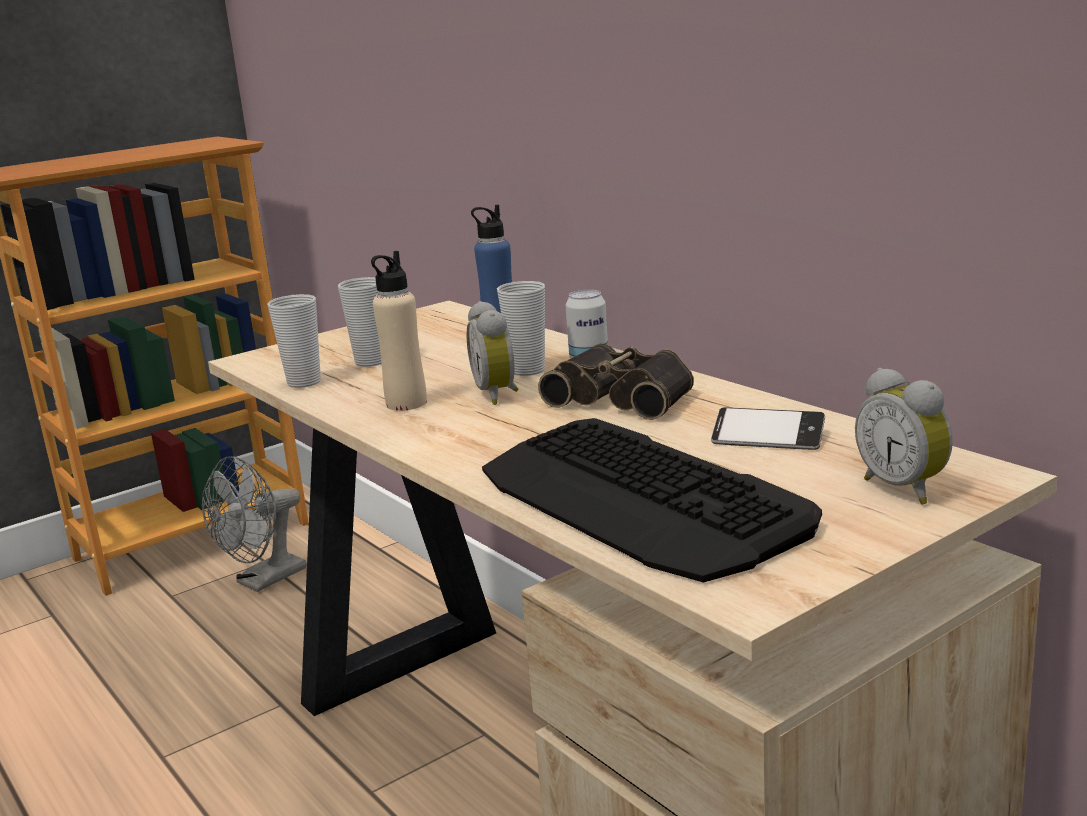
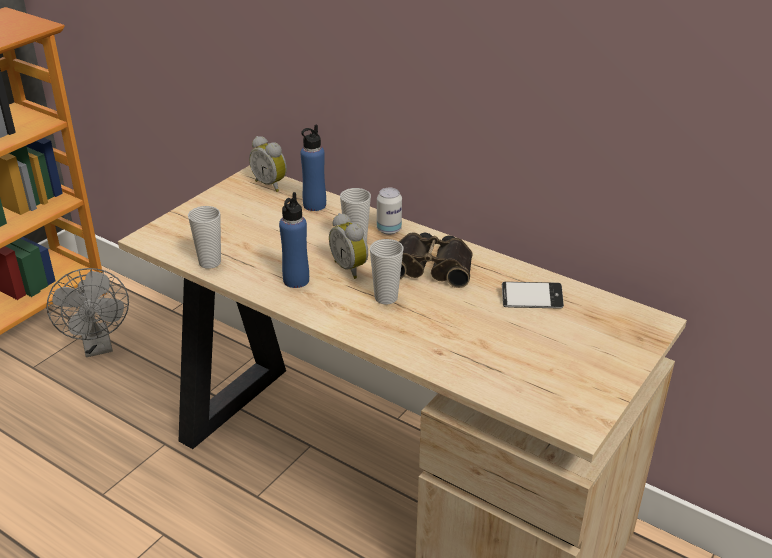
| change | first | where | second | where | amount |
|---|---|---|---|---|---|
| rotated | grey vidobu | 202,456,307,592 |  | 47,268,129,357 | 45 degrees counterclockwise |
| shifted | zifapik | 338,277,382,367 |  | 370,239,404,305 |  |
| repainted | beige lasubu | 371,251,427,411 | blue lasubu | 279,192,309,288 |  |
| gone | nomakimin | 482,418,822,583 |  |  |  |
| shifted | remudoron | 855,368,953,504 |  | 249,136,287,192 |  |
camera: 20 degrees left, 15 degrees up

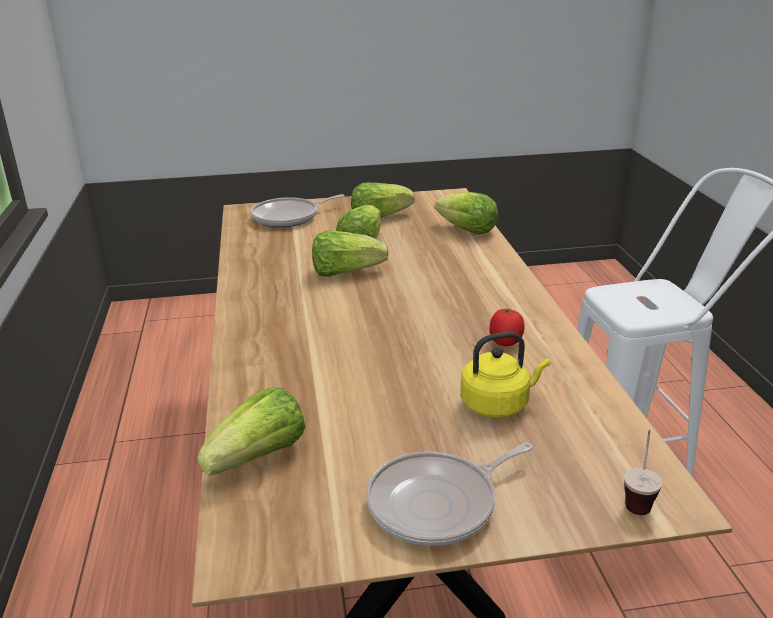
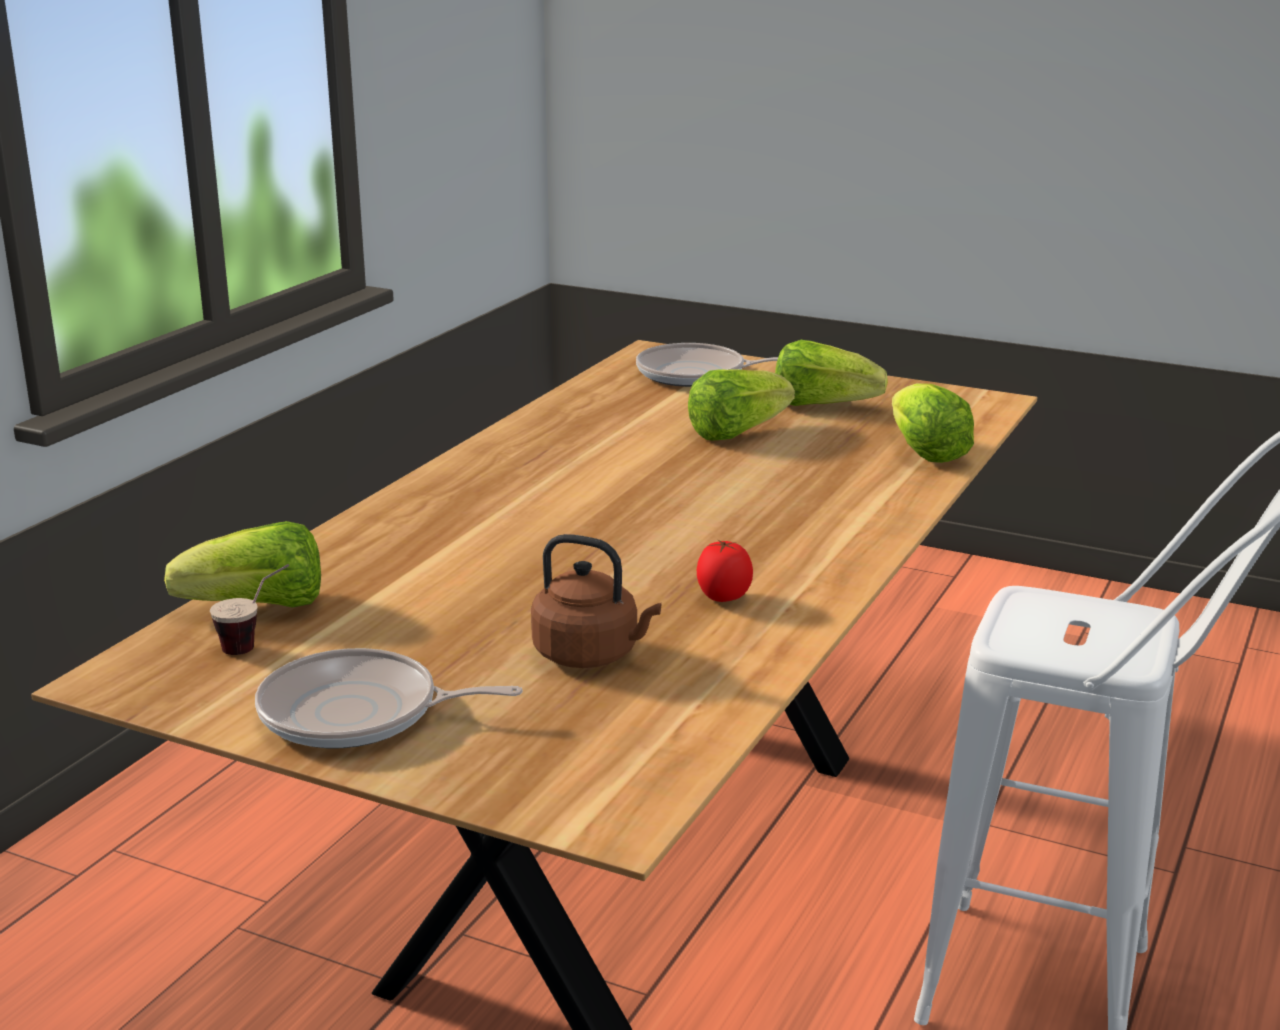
| change | first | where | second | where | amount |
|---|---|---|---|---|---|
| gone | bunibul | 312,230,389,277 |  |  |  |
| repainted | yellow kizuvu | 460,332,550,418 | brown kizuvu | 531,534,661,668 |  |
| shifted | zifapik | 624,430,663,515 |  | 210,564,289,655 |  |
camera: 35 degrees right, 5 degrees down

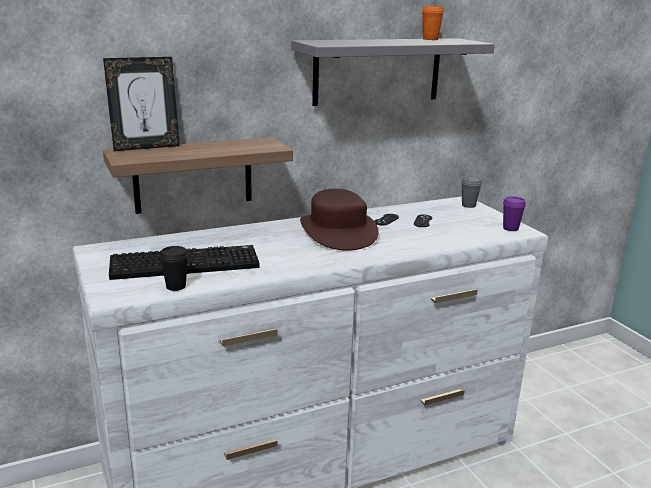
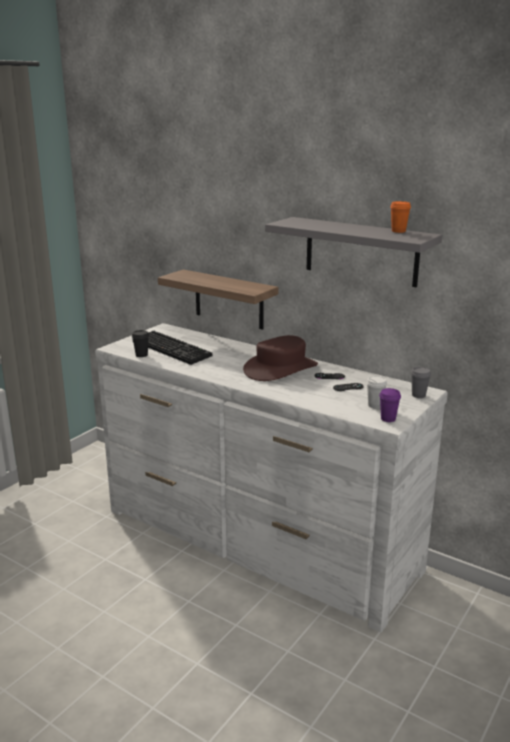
| change | first | where | second | where | amount |
|---|---|---|---|---|---|
| gone | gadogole | 103,57,180,151 |  |  |  |
| new |  |  | white zifapik | 366,376,387,408 |  |
camera: 60 degrees right, 0 degrees up

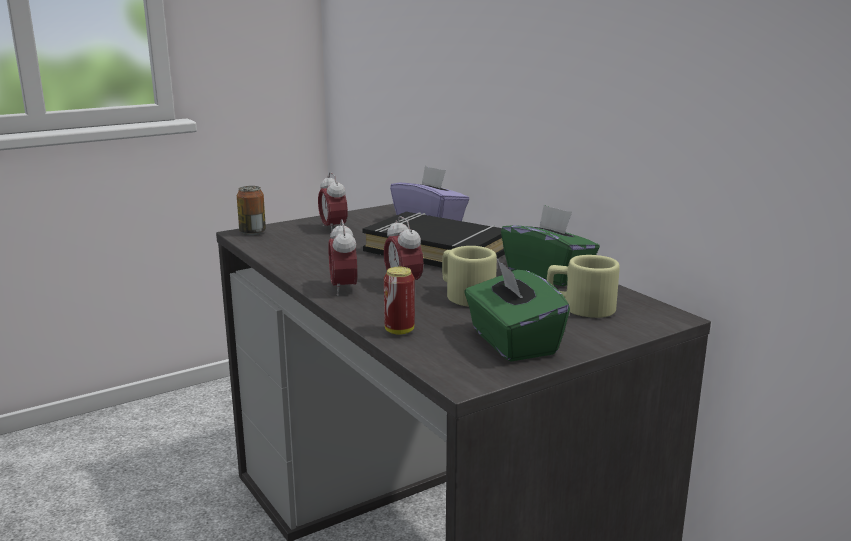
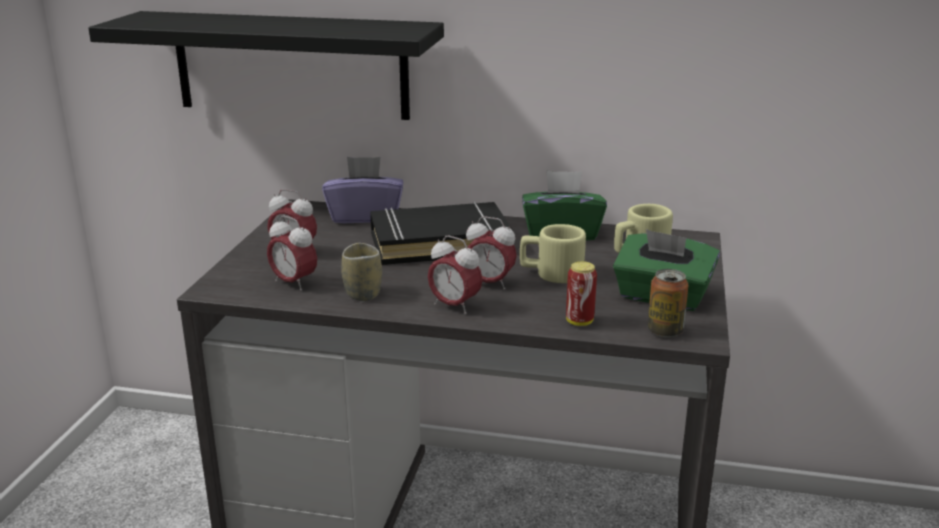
| change | first | where | second | where | amount |
|---|---|---|---|---|---|
| shifted | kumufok | 237,186,266,235 |  | 648,269,688,338 |  |
| new |  |  | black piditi | 88,11,444,120 |  |
| new |  |  | remudoron | 267,216,317,291 |  |
| new |  |  | zifapik | 341,243,382,301 |  |
camera: 45 degrees left, 5 degrees up

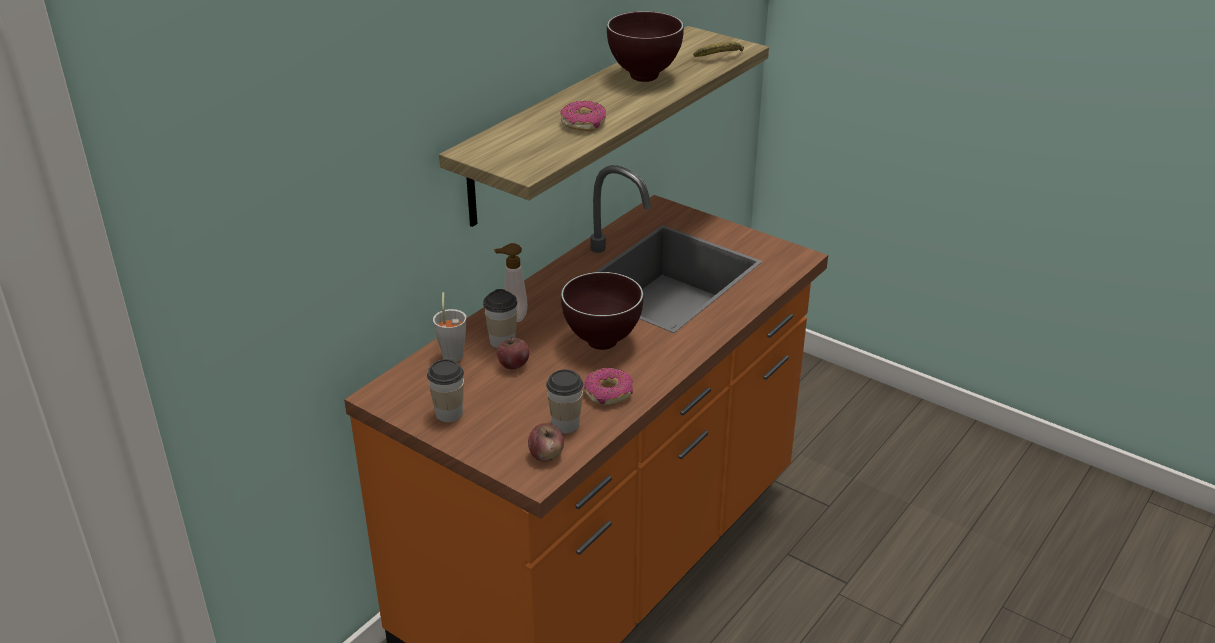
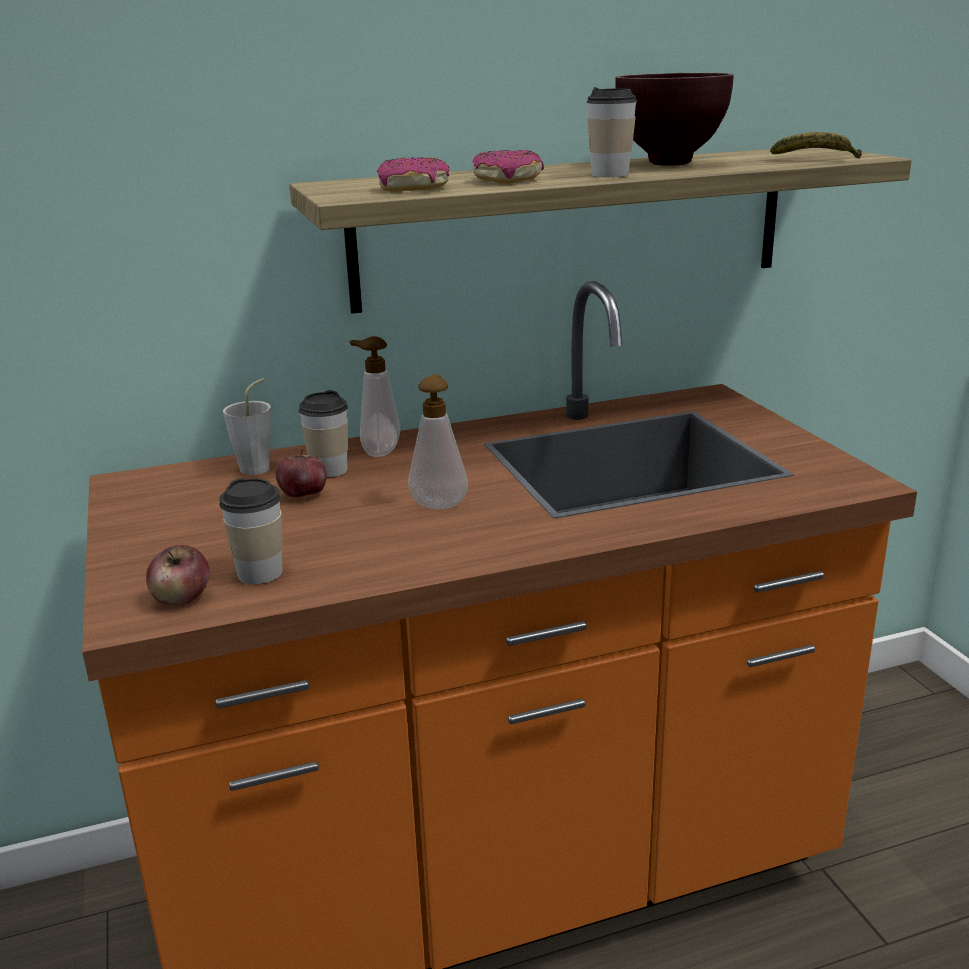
| change | first | where | second | where | amount |
|---|---|---|---|---|---|
| shifted | zifapik | 427,359,464,422 |  | 586,87,637,178 |  |
| swapped | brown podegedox | 561,272,643,350 | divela | 408,374,468,509 |  |
| shifted | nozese | 584,368,633,406 |  | 377,157,449,192 |  |
camera: 35 degrees right, 10 degrees down

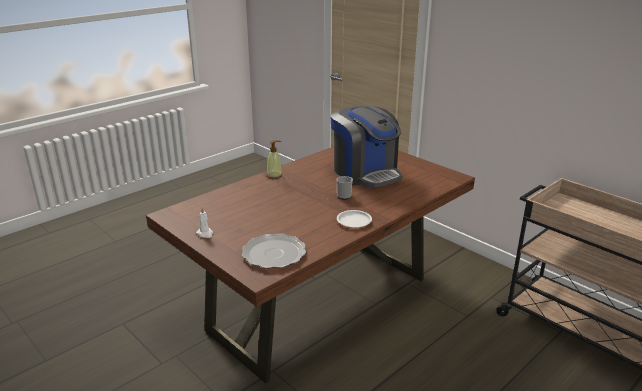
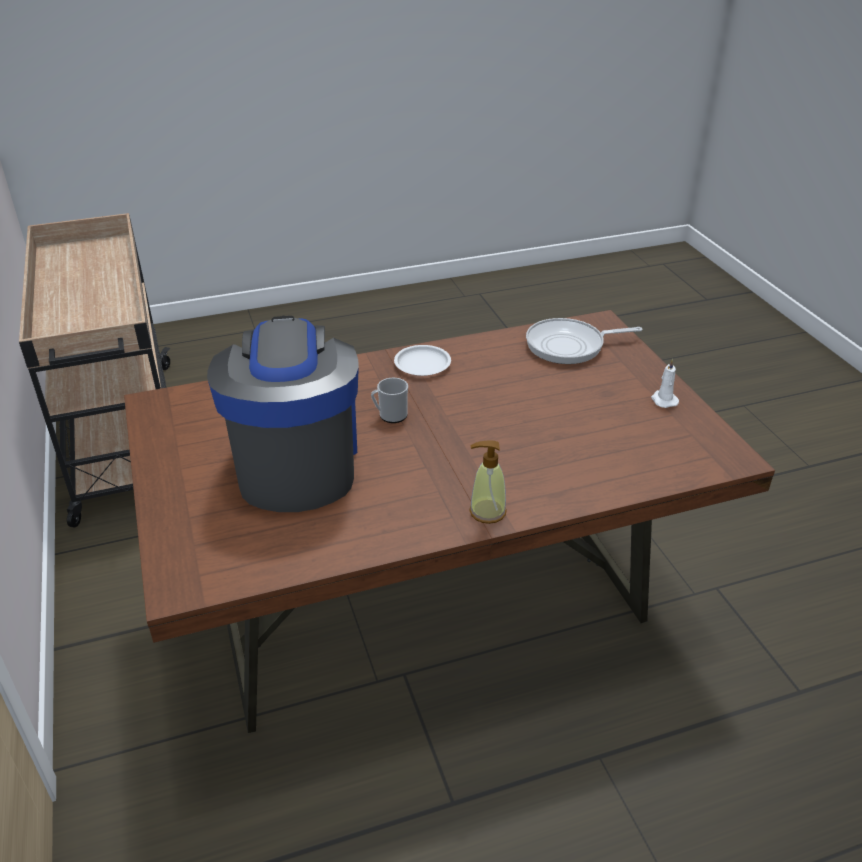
| change | first | where | second | where | amount |
|---|---|---|---|---|---|
| swapped | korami | 242,233,306,268 | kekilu | 526,318,642,364 |  |
camera: 155 degrees left, 10 degrees up

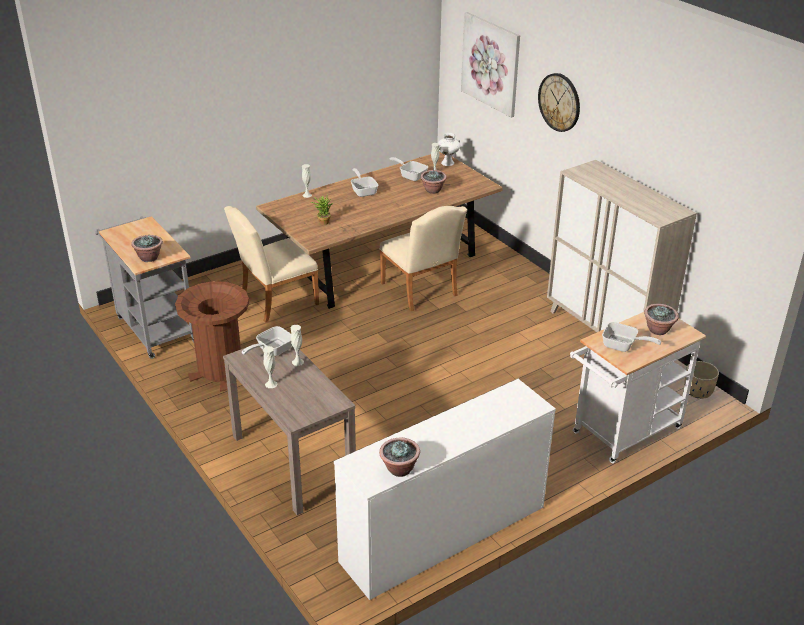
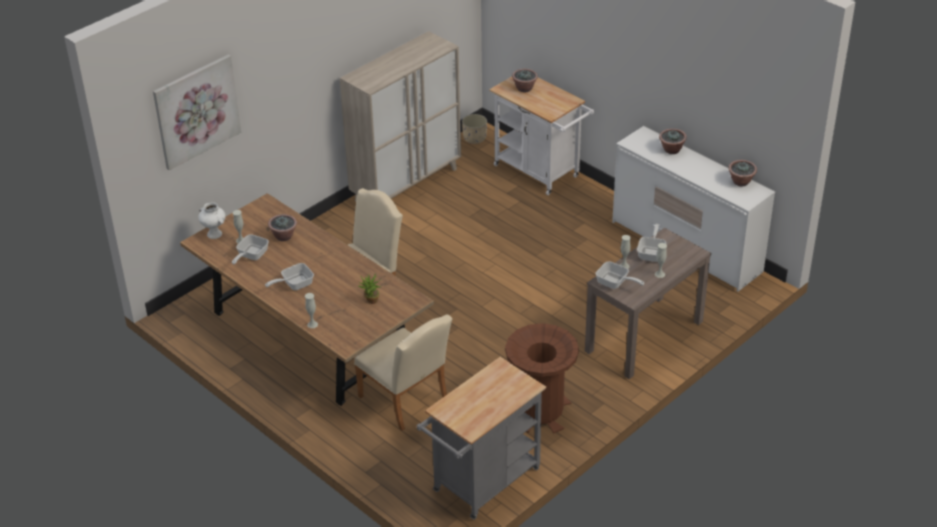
| change | first | where | second | where | amount |
|---|---|---|---|---|---|
| shifted | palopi | 131,235,163,262 |  | 659,129,687,154 |  |
| gone | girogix | 538,73,580,132 |  |  |  |
| shifted | kekilu | 602,322,661,352 |  | 637,224,666,262 |  |
camera: 100 degrees left, 5 degrees up

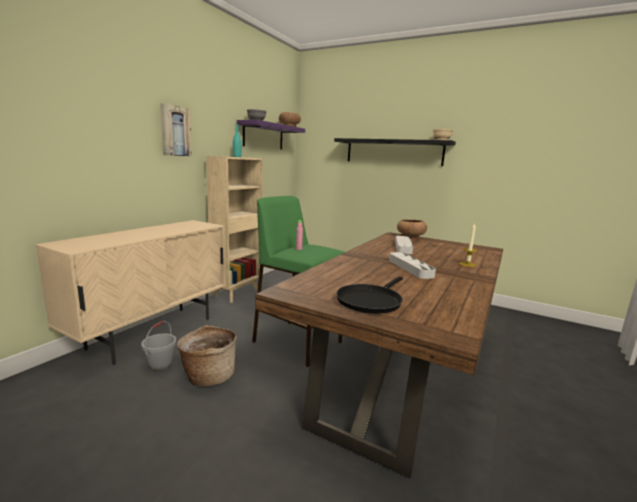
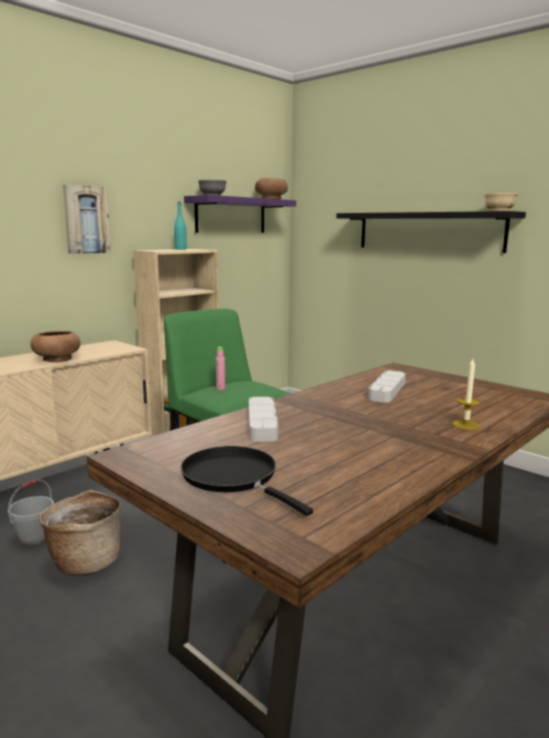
| change | first | where | second | where | amount |
|---|---|---|---|---|---|
| rotated | black kekilu | 336,276,403,314 |  | 181,446,313,516 | 90 degrees clockwise |
| shifted | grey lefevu | 389,252,436,279 |  | 249,397,278,442 |  |
| shifted | brown podegedox | 397,219,427,239 |  | 30,331,81,362 |  |
camera: 15 degrees right, 0 degrees up

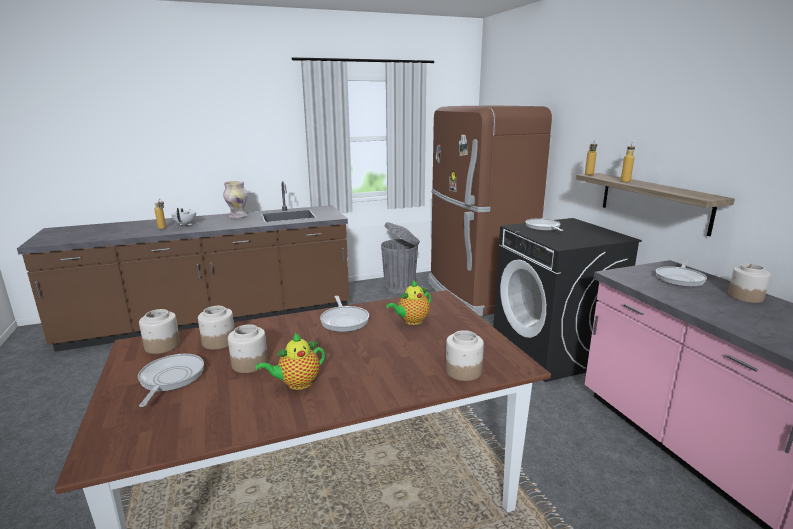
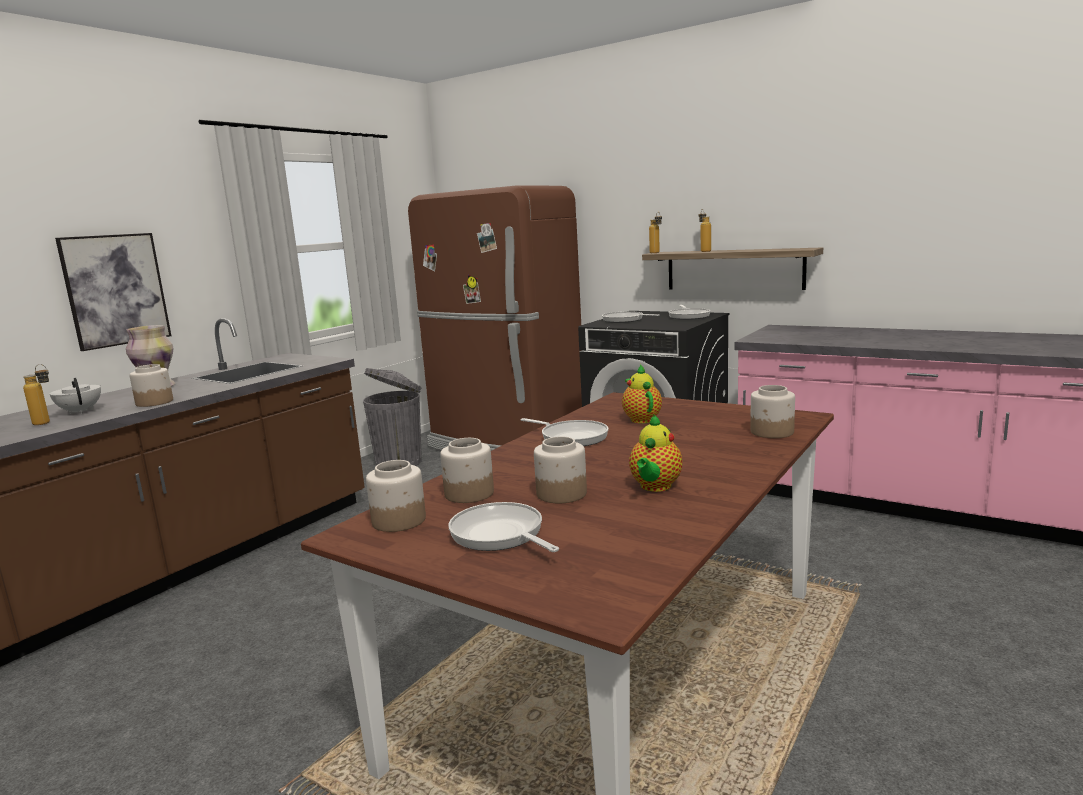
| change | first | where | second | where | amount |
|---|---|---|---|---|---|
| rotated | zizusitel | 386,280,431,325 |  | 622,364,662,423 | 150 degrees clockwise |
| shifted | kekilu | 656,260,707,287 |  | 669,305,711,320 |  |
| shifted | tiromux | 728,263,771,303 |  | 129,364,173,407 |  |
| new |  |  | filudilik | 55,233,171,351 |  |
camera: 35 degrees left, 5 degrees down

